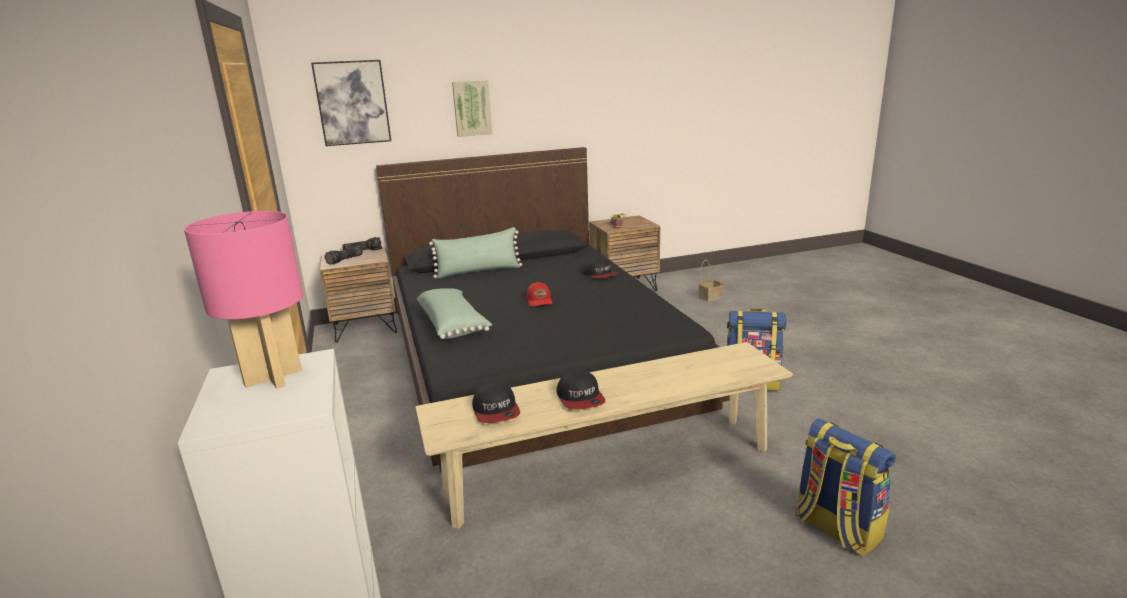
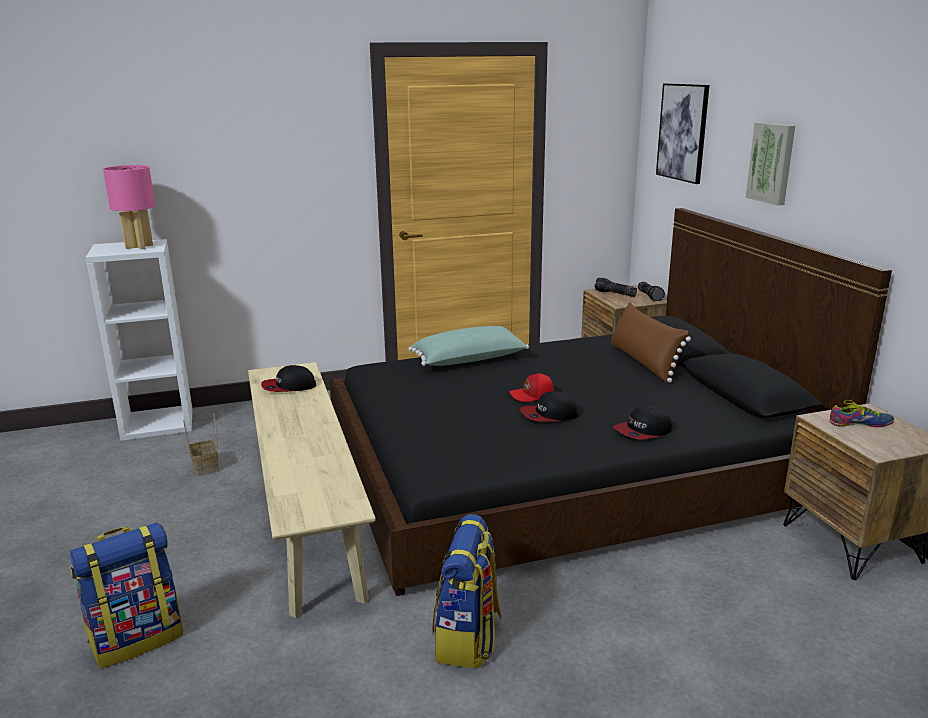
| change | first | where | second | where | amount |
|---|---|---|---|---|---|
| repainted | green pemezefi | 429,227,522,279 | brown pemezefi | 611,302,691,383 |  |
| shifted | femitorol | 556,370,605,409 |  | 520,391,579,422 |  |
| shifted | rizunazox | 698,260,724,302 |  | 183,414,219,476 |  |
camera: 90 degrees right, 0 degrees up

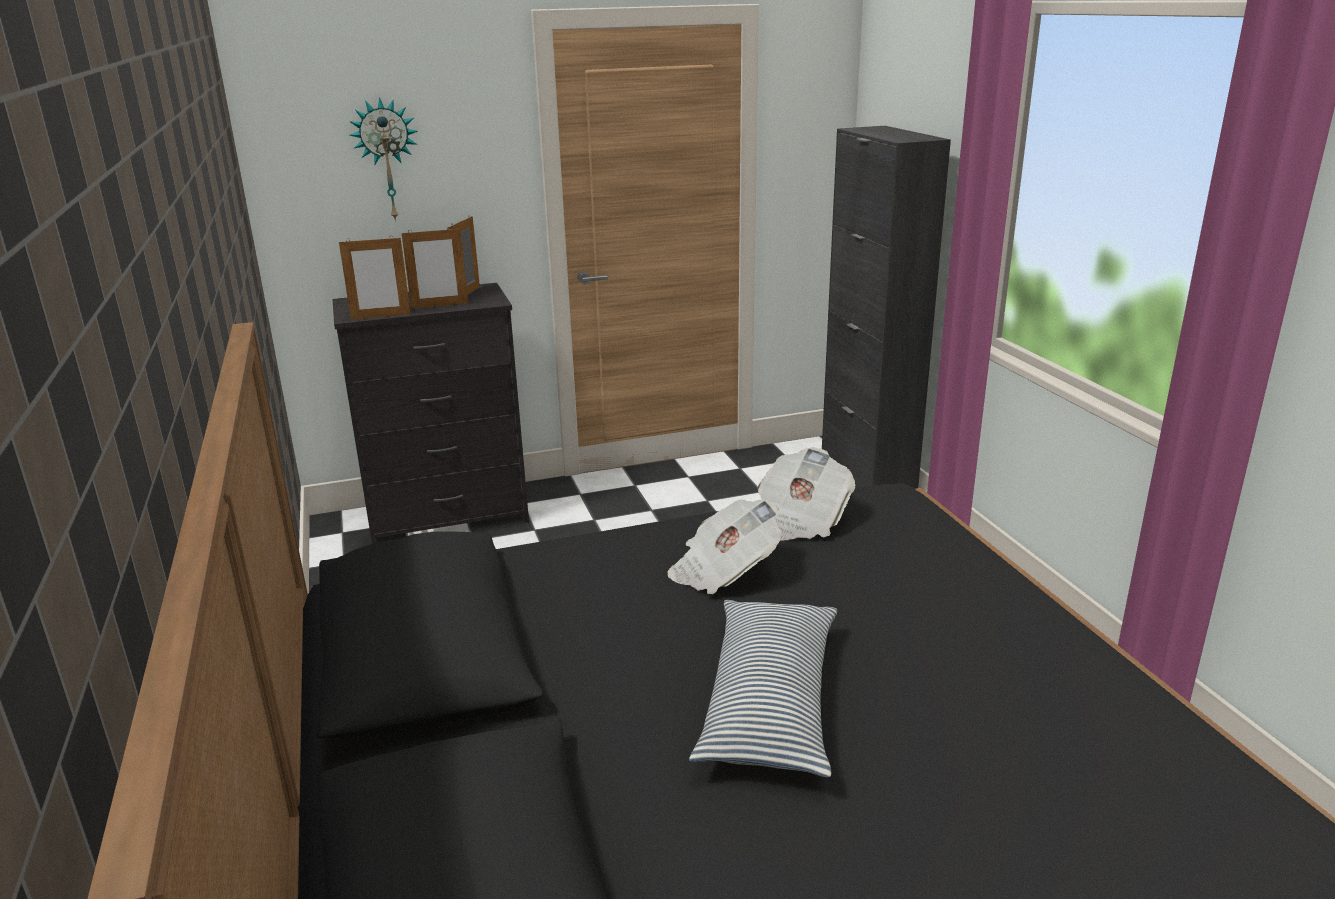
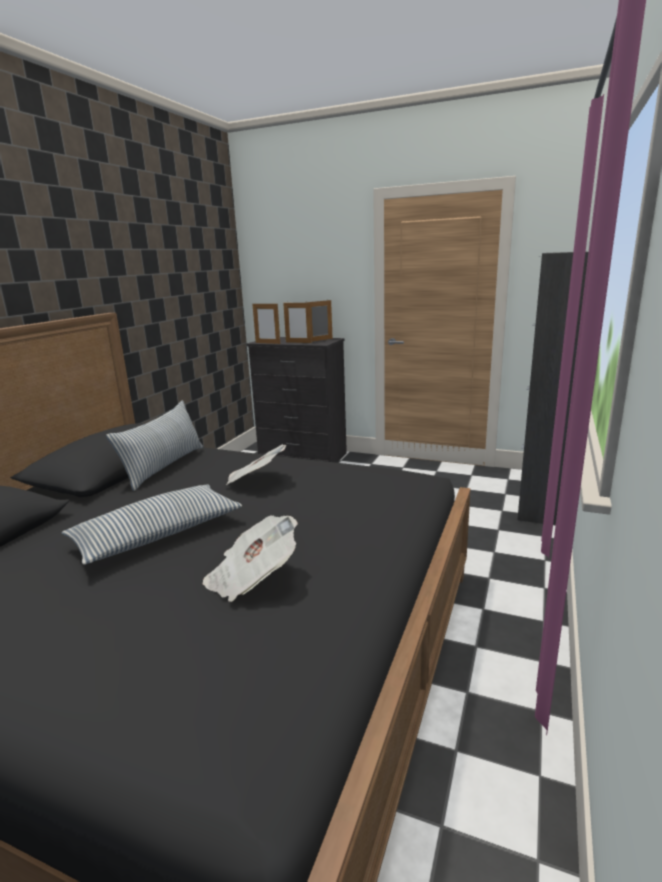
| change | first | where | second | where | amount |
|---|---|---|---|---|---|
| gone | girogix | 349,97,418,222 |  |  |  |
| shifted | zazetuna | 757,447,855,541 |  | 203,515,298,602 |  |
| new |  |  | pemezefi | 106,401,203,491 |  |
camera: 40 degrees right, 5 degrees down

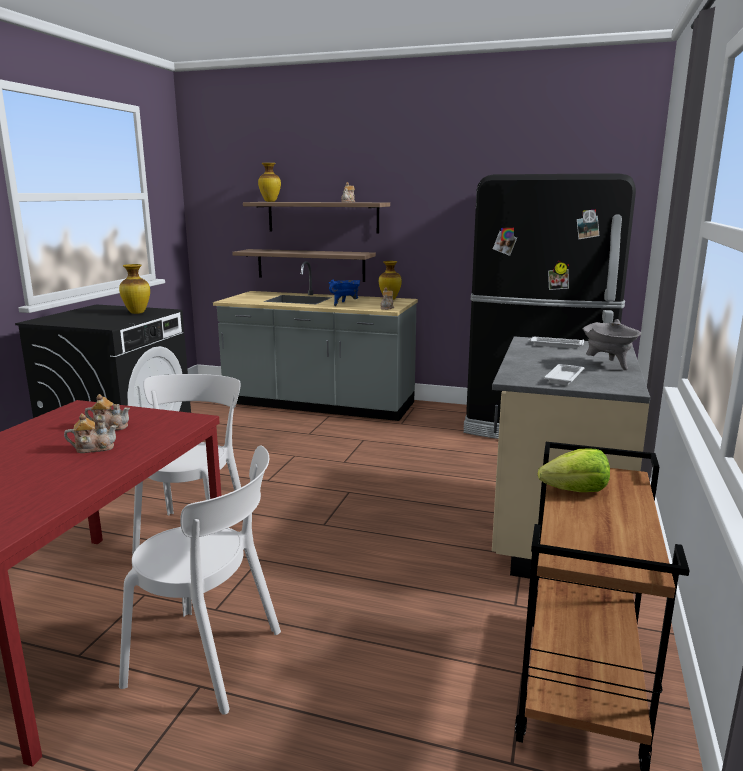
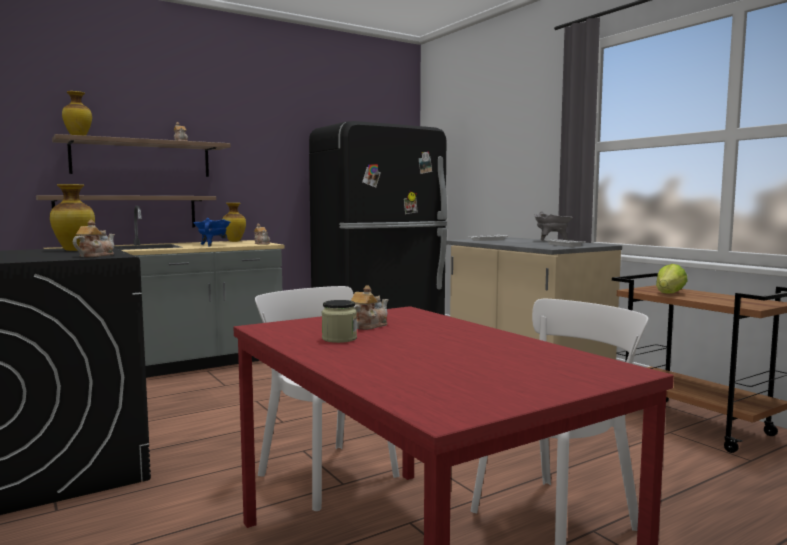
| change | first | where | second | where | amount |
|---|---|---|---|---|---|
| shifted | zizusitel | 64,413,117,453 |  | 73,220,115,257 |  |
| new |  |  | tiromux | 322,300,357,343 |  |
camera: 50 degrees left, 10 degrees down

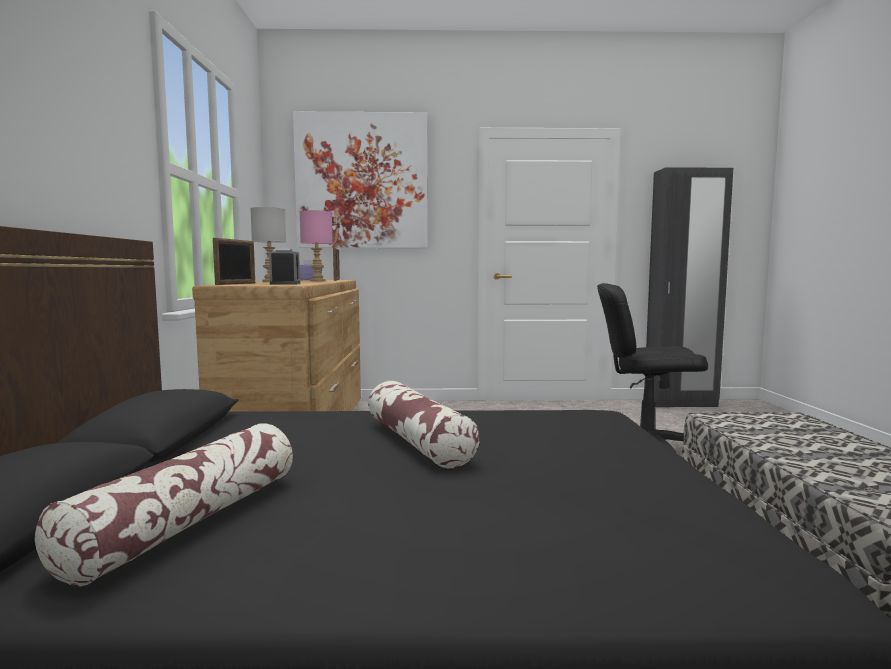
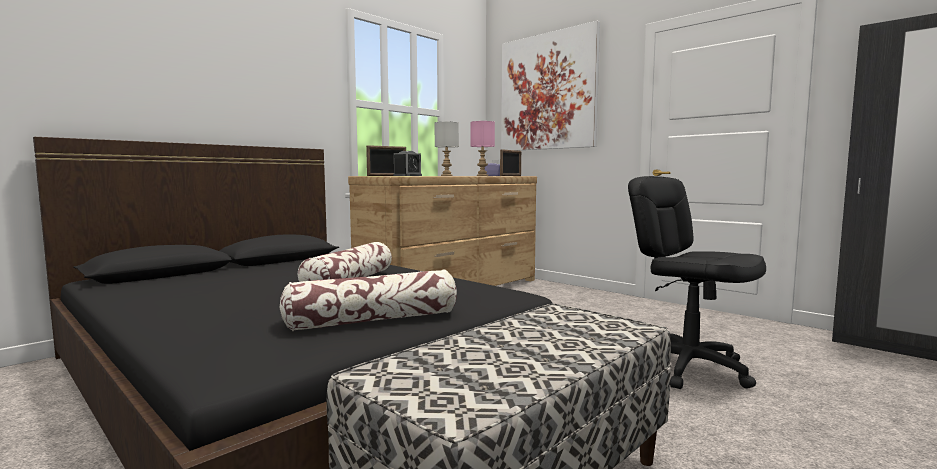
| change | first | where | second | where | amount |
|---|---|---|---|---|---|
| shifted | pemezefi | 35,423,293,587 |  | 279,270,457,331 |  |
camera: 45 degrees right, 0 degrees up

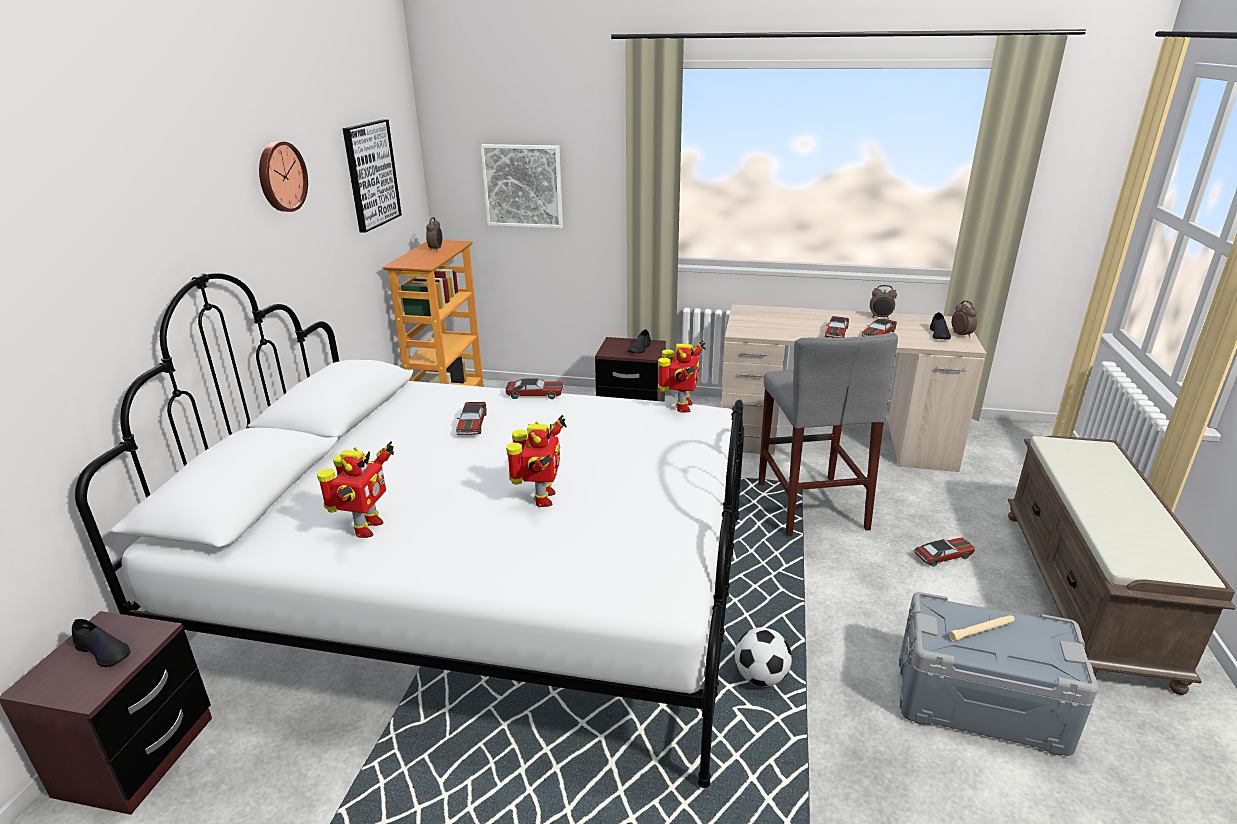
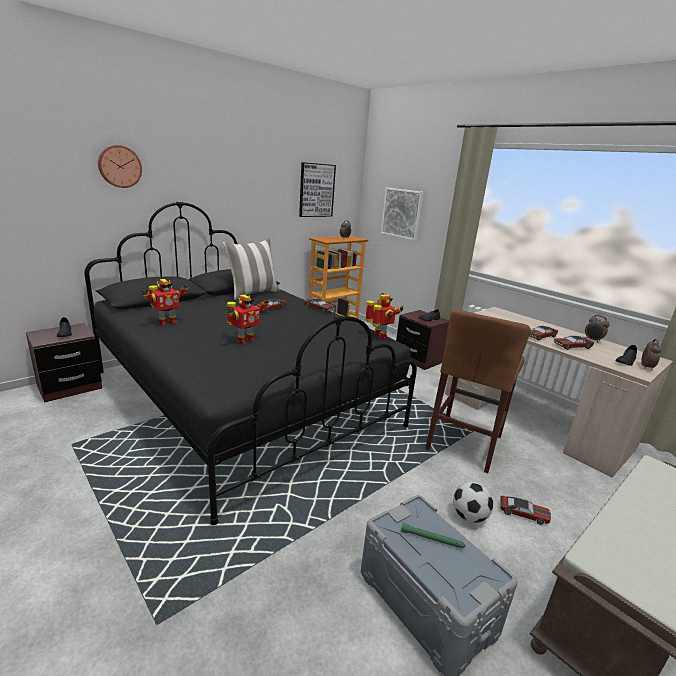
| change | first | where | second | where | amount |
|---|---|---|---|---|---|
| repainted | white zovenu | 75,273,744,788 | black zovenu | 85,202,417,525 |  |
| shifted | girogix | 259,141,308,212 |  | 98,145,142,188 |  |
| rotated | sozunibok | 658,340,706,413 |  | 365,293,403,339 | 75 degrees counterclockwise |
| shifted | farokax | 735,627,792,687 |  | 453,482,493,523 |  |
| repainted | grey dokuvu | 758,333,898,537 | brown dokuvu | 425,309,531,473 |  |
| repainted | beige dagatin | 949,615,1015,642 | green dagatin | 401,523,466,548 |  |
| new |  |  | pemezefi | 222,238,280,300 |  |
camera: 35 degrees right, 5 degrees down

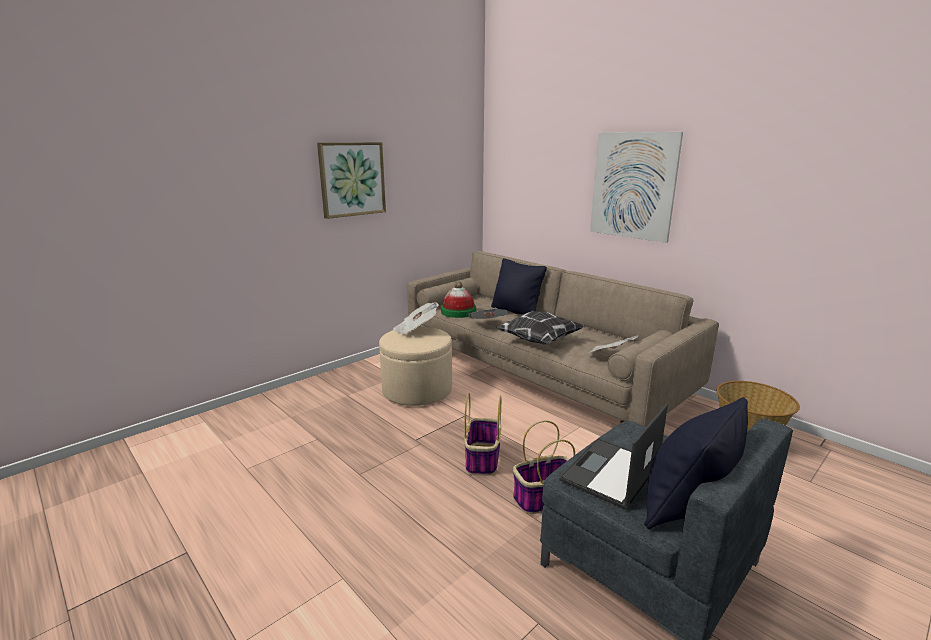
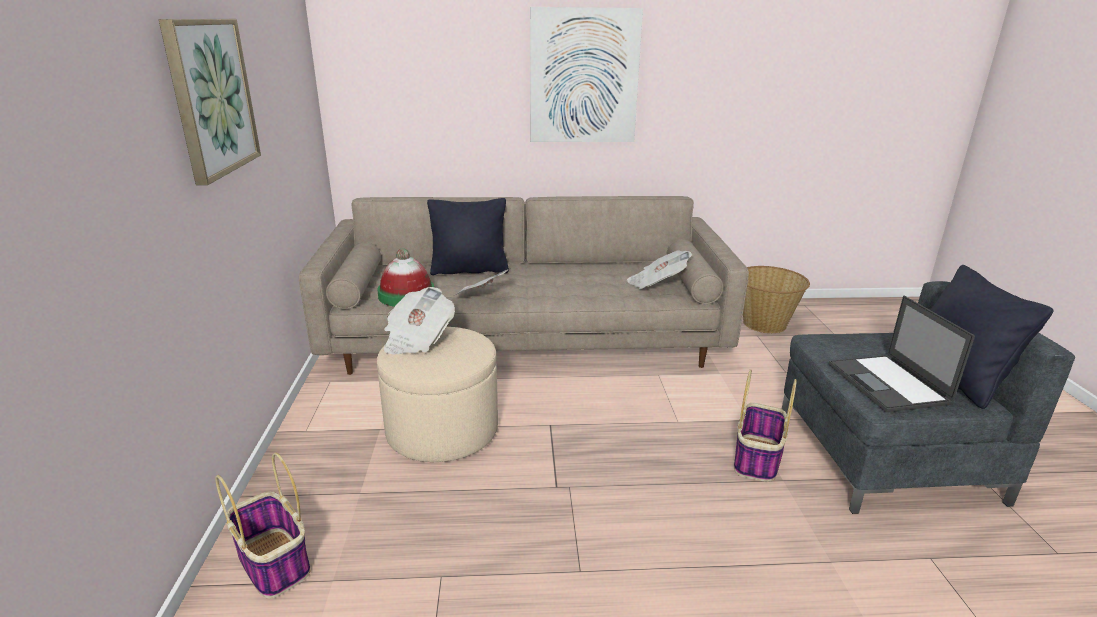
| change | first | where | second | where | amount |
|---|---|---|---|---|---|
| shifted | rizunazox | 464,393,501,476 |  | 215,452,311,599 |  |
| gone | pemezefi | 496,310,584,345 |  |  |  |
camera: 50 degrees left, 5 degrees up

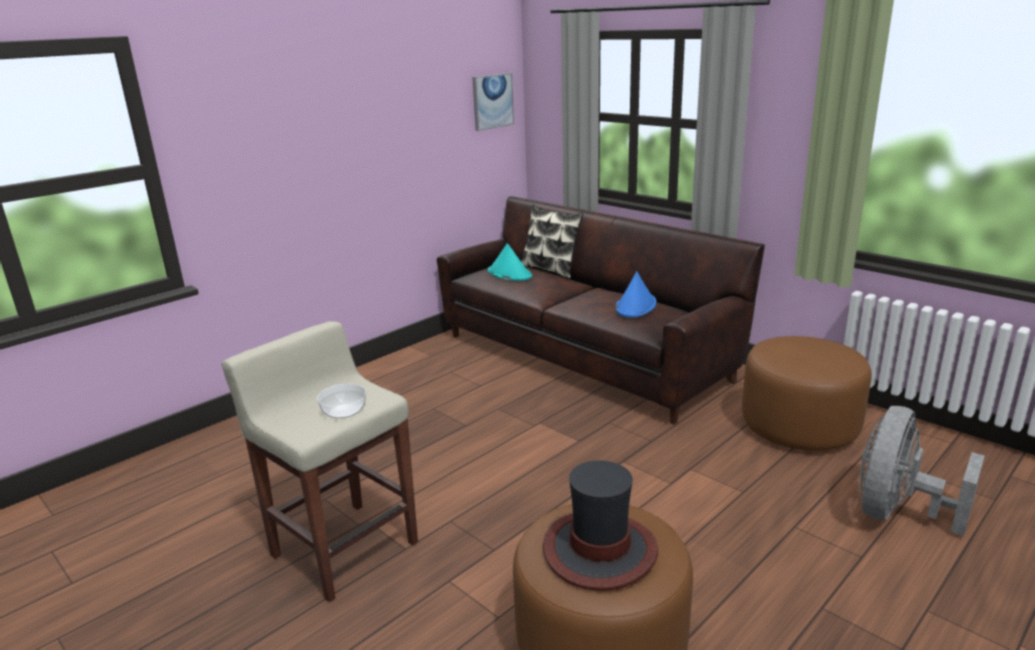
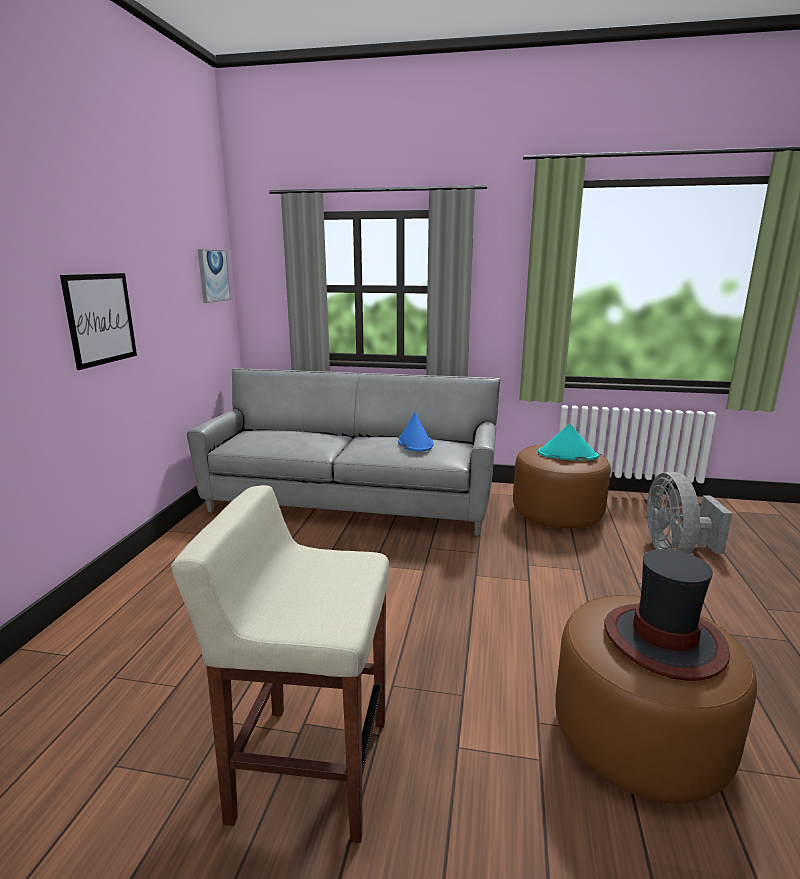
| change | first | where | second | where | amount |
|---|---|---|---|---|---|
| gone | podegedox | 317,384,366,418 |  |  |  |
| repainted | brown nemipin | 437,196,765,425 | grey nemipin | 187,368,500,536 |  |
| shifted | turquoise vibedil | 488,243,532,281 |  | 538,424,599,461 |  |
| gone | pemezefi | 521,204,583,279 |  |  |  |
| new |  |  | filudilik | 60,273,137,370 |  |
camera: 35 degrees left, 5 degrees down

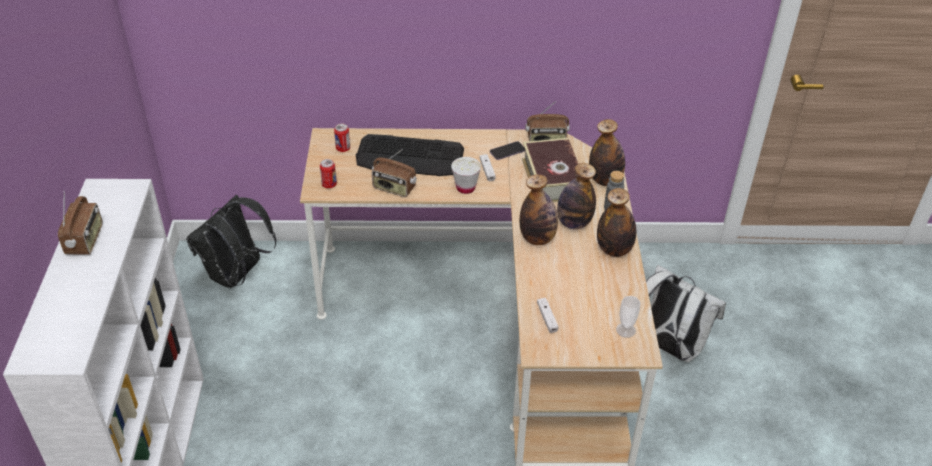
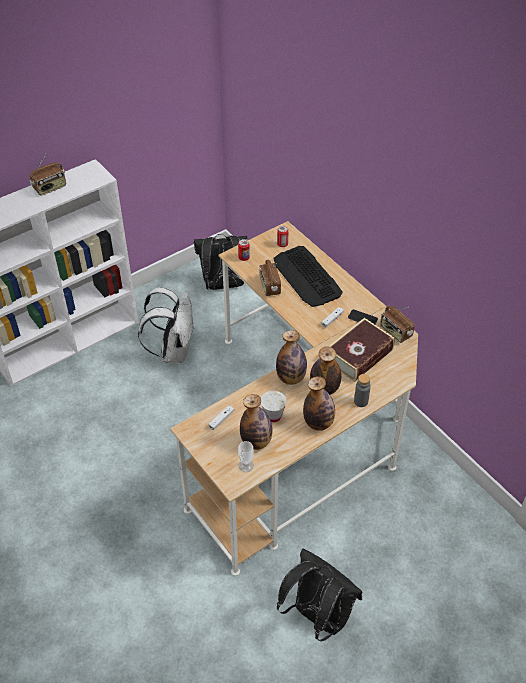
| change | first | where | second | where | amount |
|---|---|---|---|---|---|
| shifted | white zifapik | 451,157,481,194 |  | 261,391,287,422 |  |
| shifted | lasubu | 589,119,625,186 |  | 240,394,272,450 |  |
| shifted | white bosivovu | 646,265,726,362 |  | 138,287,194,363 |  |
| new |  |  | black bosivovu | 277,549,362,642 |  |
camera: 55 degrees right, 5 degrees up

